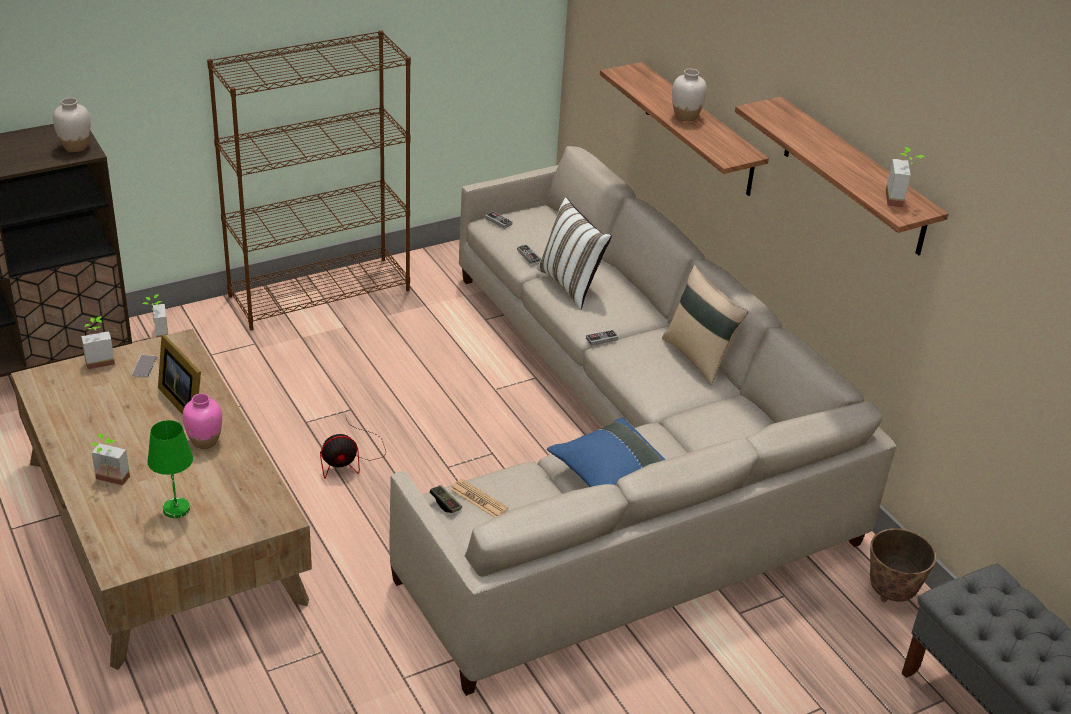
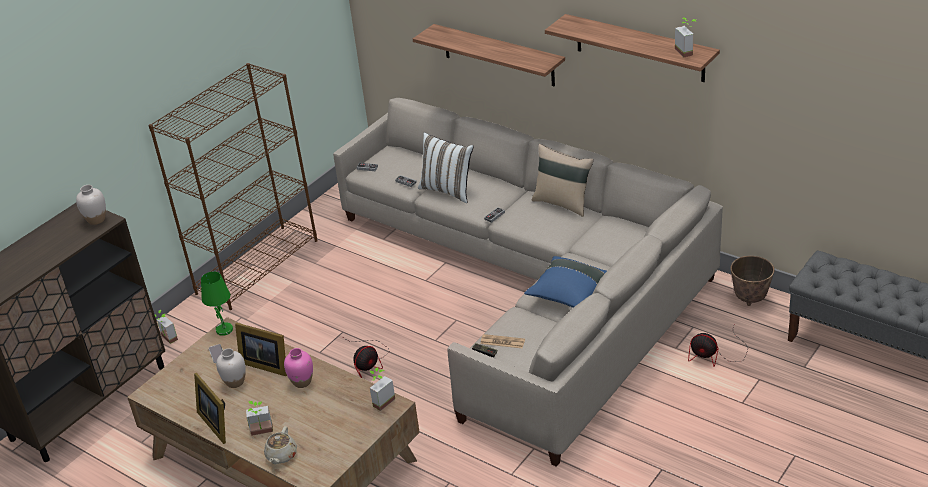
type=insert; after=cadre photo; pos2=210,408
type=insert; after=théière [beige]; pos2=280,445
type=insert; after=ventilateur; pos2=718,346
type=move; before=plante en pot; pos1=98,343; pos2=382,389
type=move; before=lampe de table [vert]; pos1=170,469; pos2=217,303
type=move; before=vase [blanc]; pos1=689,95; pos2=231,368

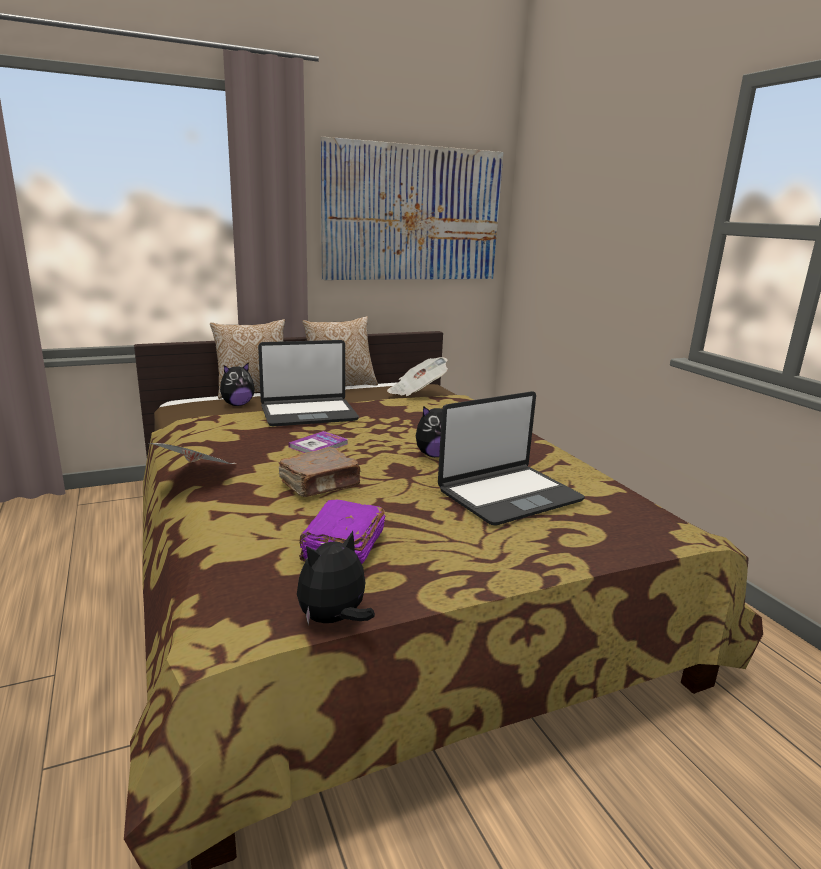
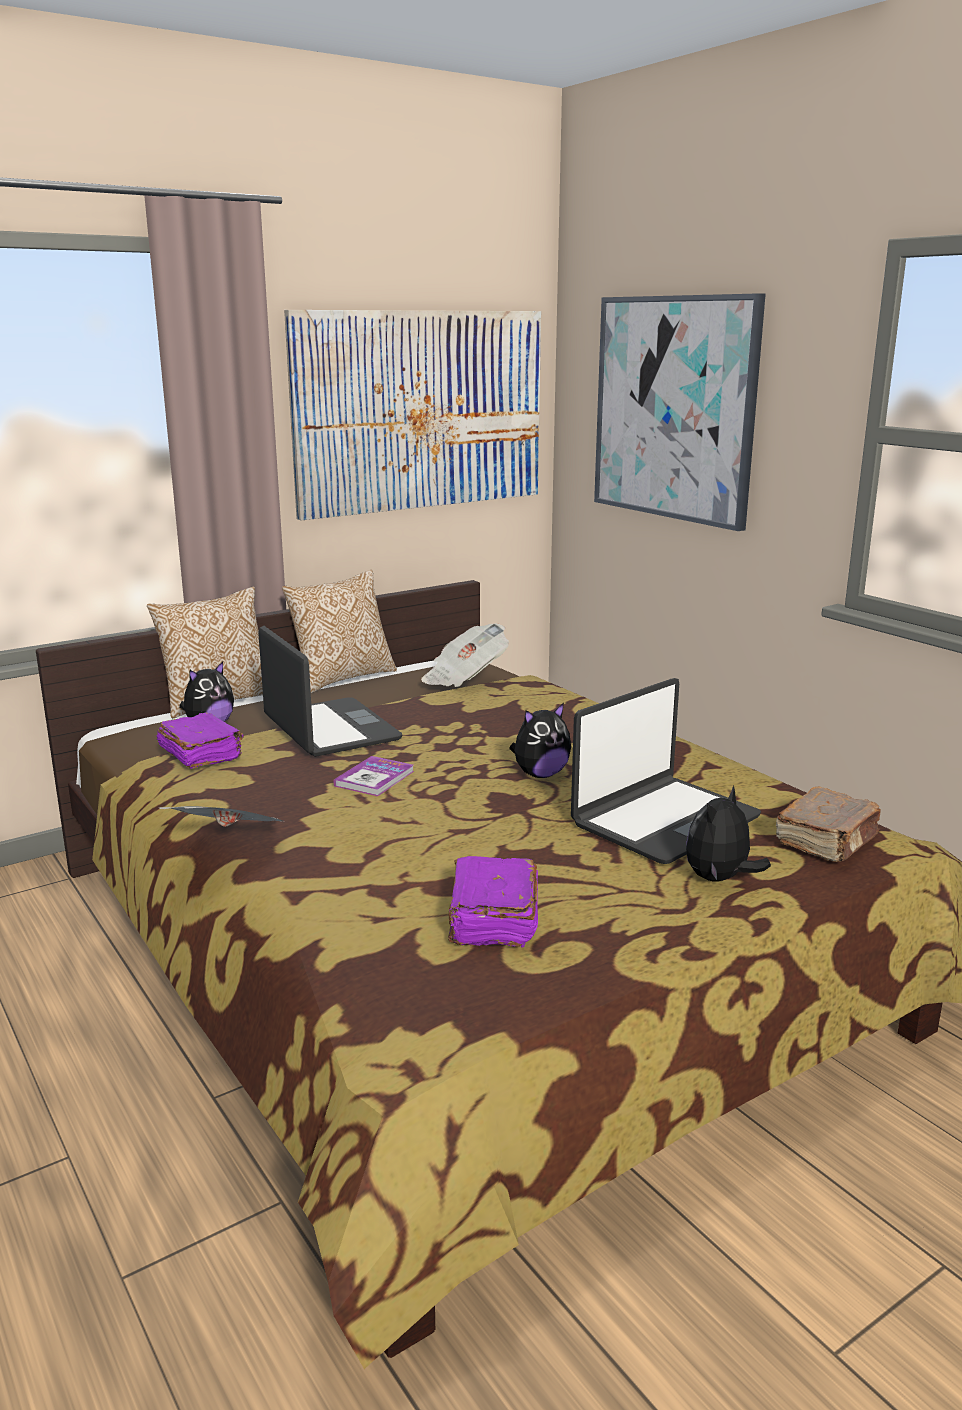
type=insert; after=livre [violet]; pos2=200,740
type=insert; after=tableau; pos2=680,412
type=move; before=livre [marron]; pos1=320,472; pos2=828,824
type=move; before=peluche; pos1=336,578; pos2=728,833
type=rotate; before=ordinateur portable; pos1=308,383; pos2=330,691; turn=-90

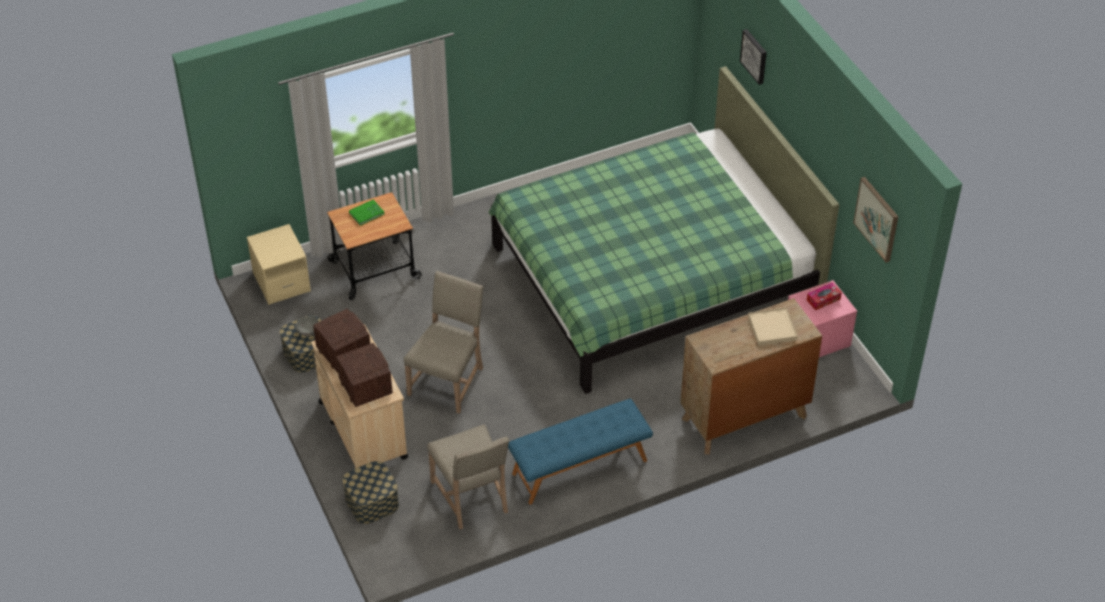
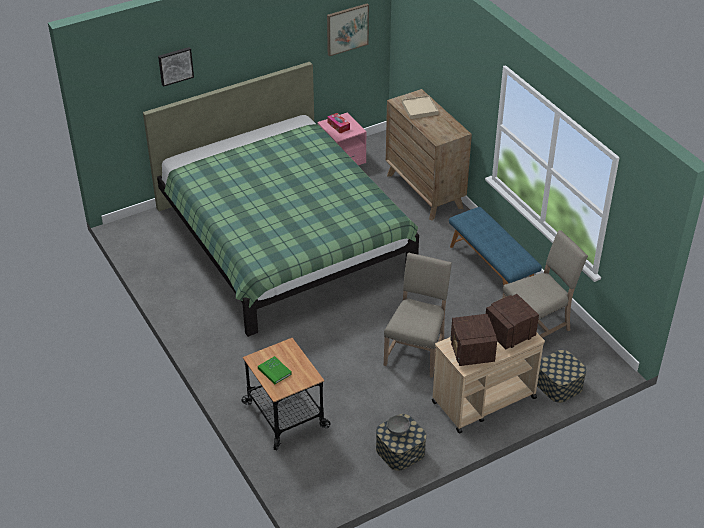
type=delete; before=table de chevet [beige]; pos1=279,264
type=rotate; before=radio; pos1=341,340; pos2=473,340; turn=-60
type=rotate; before=chaise [beige]; pos1=444,342; pos2=418,315; turn=90

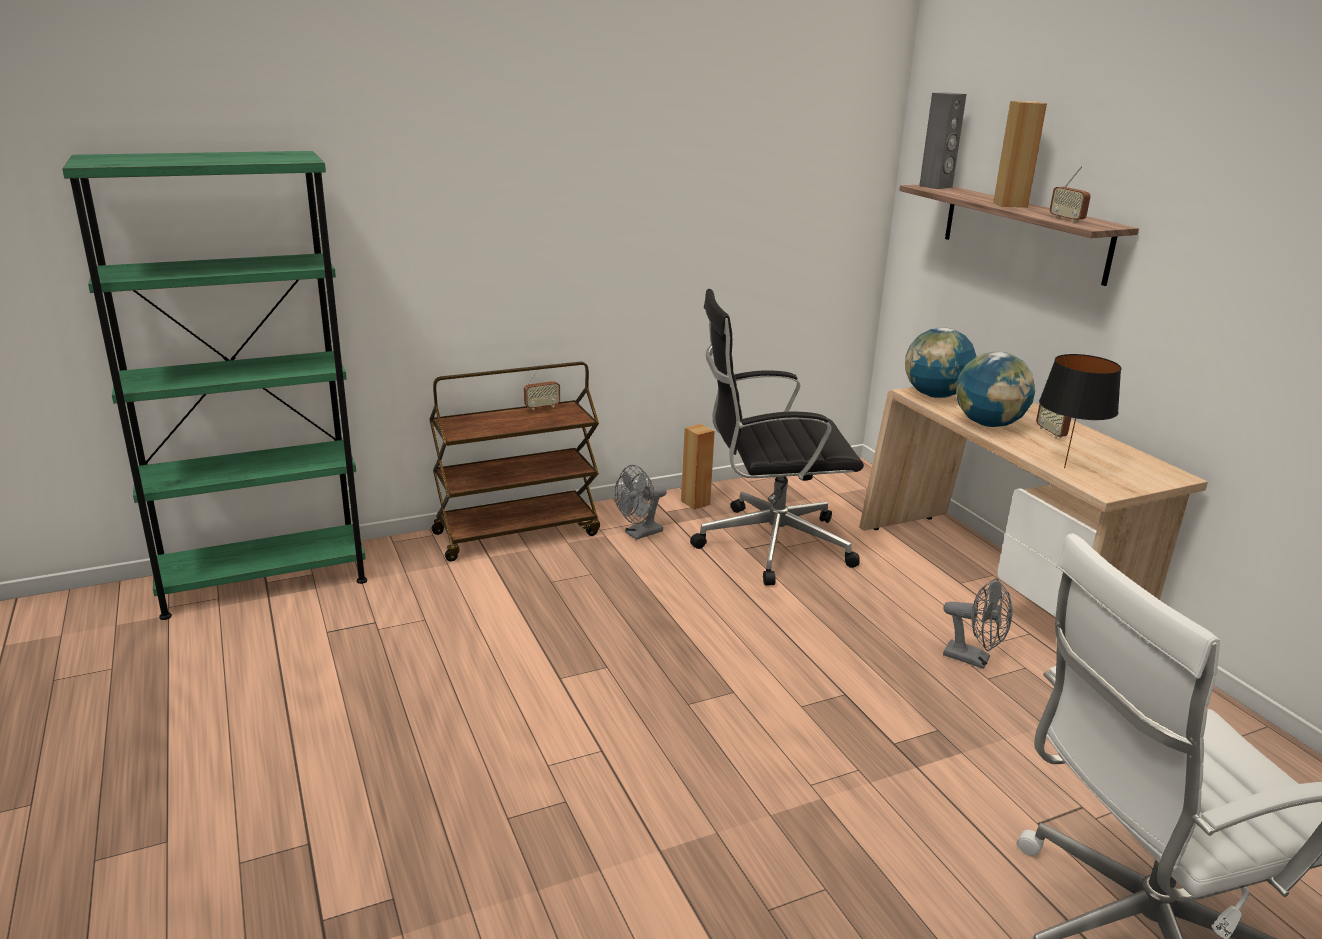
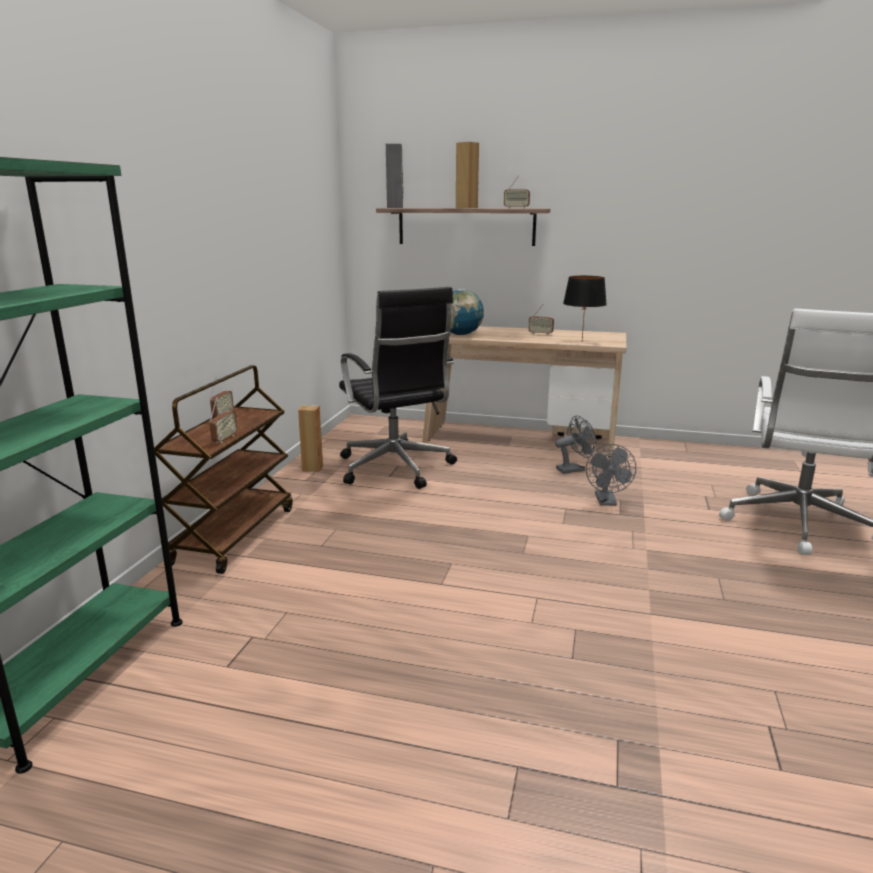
type=delete; before=globe; pos1=995,389
type=insert; after=radio; pos2=223,420
type=move; before=ventilateur [gris]; pos1=640,502; pos2=611,475
type=rotate; before=chaise de bureau [noir]; pos1=777,437; pos2=398,388; turn=-60

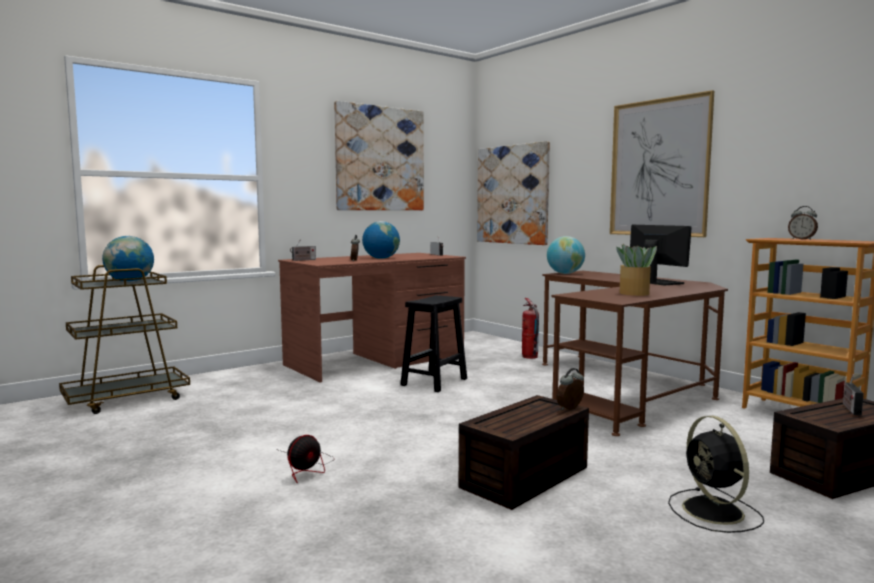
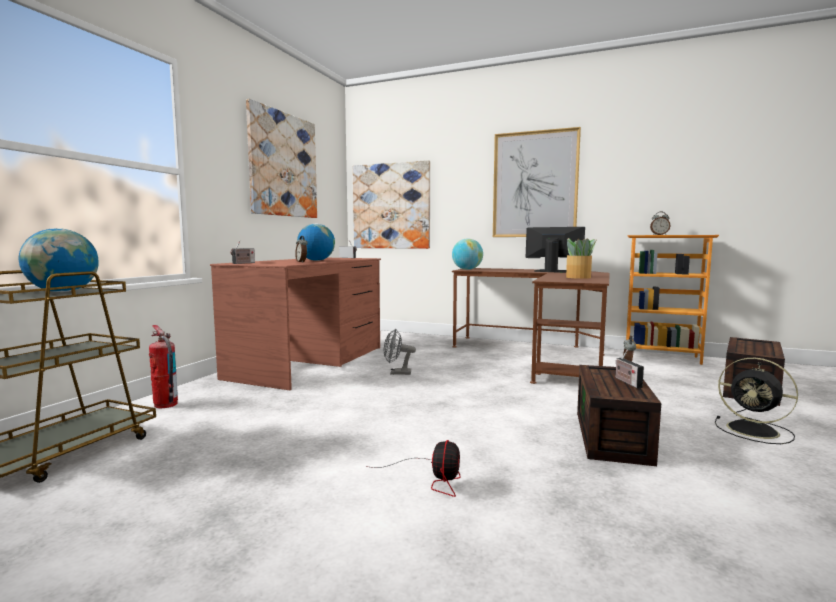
type=move; before=extincteur; pos1=530,328; pos2=163,366
type=move; before=radio; pos1=853,395; pos2=629,369
type=replace; before=tabouret [noir]; after=ventilateur [gris]; pos1=433,343; pos2=400,352

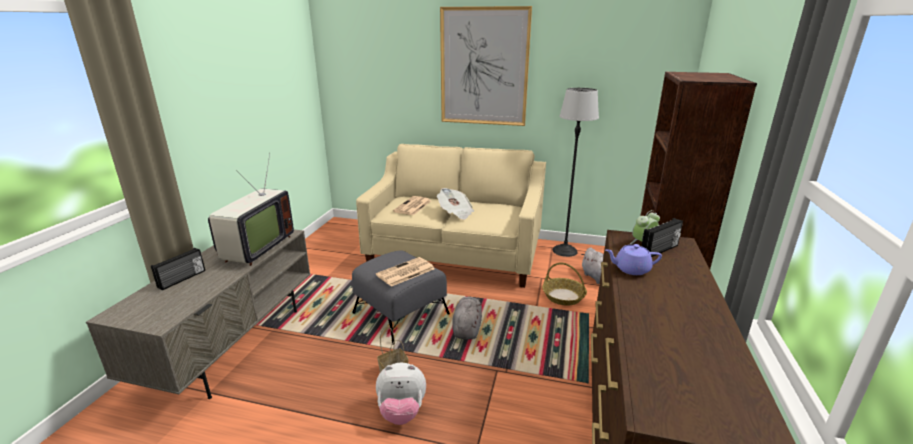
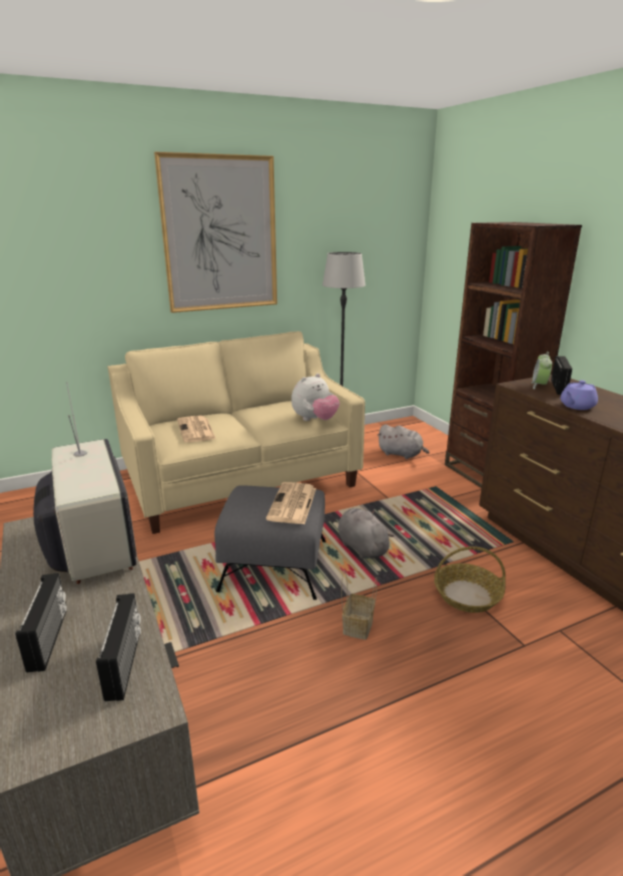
type=delete; before=journal; pos1=455,204
type=insert; after=radio; pos2=118,647
type=move; before=peluche; pos1=401,394; pos2=315,397
type=move; before=panier; pos1=564,284; pos2=470,579

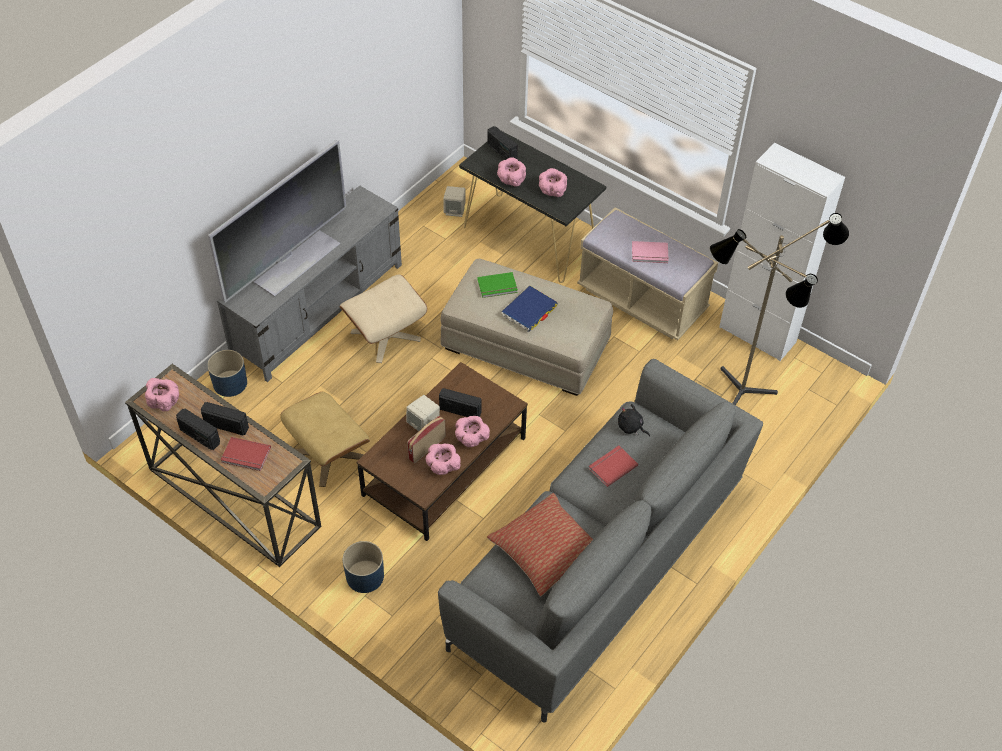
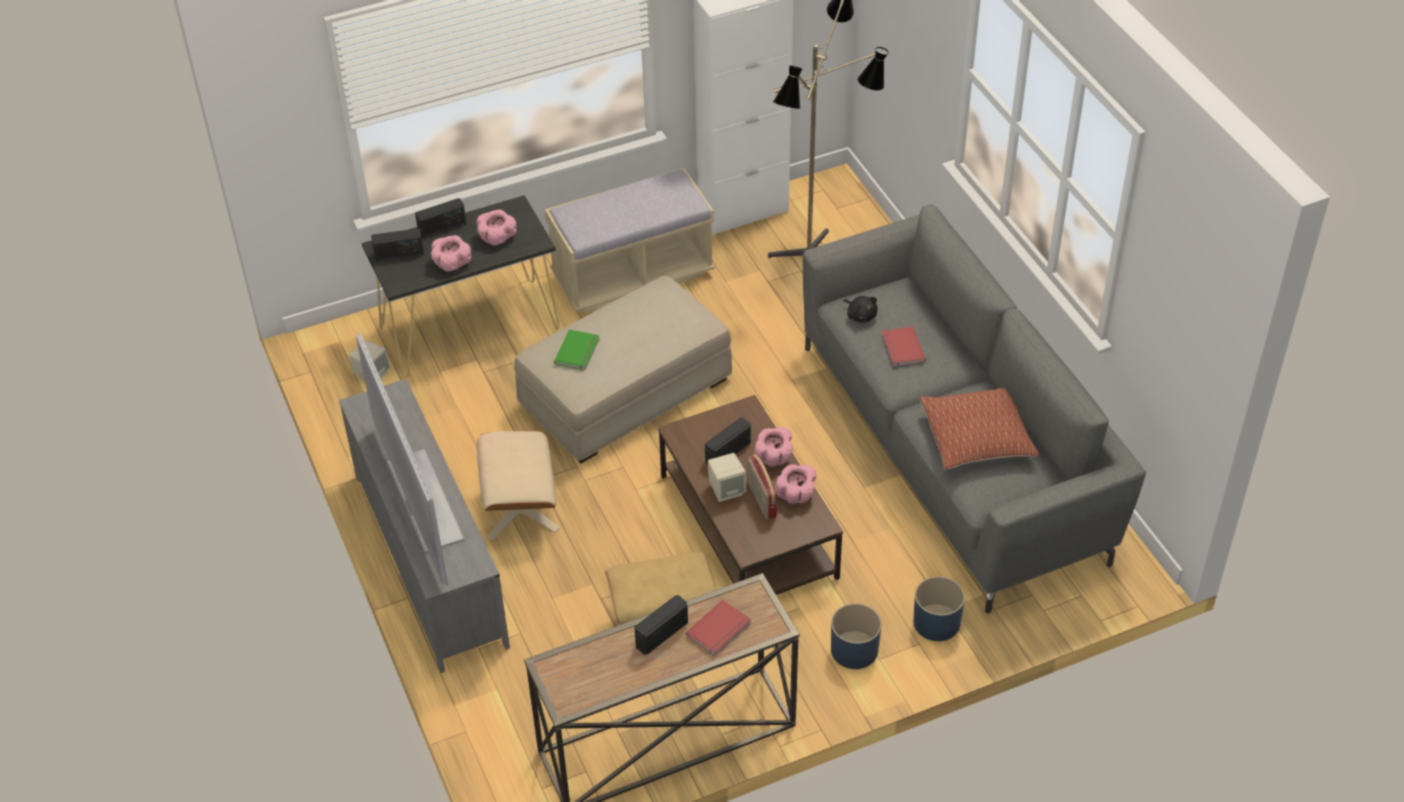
type=delete; before=bol [rose]; pos1=162,394
type=delete; before=livre [bleu]; pos1=529,309
type=delete; before=livre [rose]; pos1=650,252
type=move; before=radio; pos1=198,429; pos2=440,218
type=move; before=cache-pot [bleu]; pos1=227,373; pos2=939,608
type=rotate; before=peluche [noir]; pos1=634,420; pos2=861,309; turn=-105

